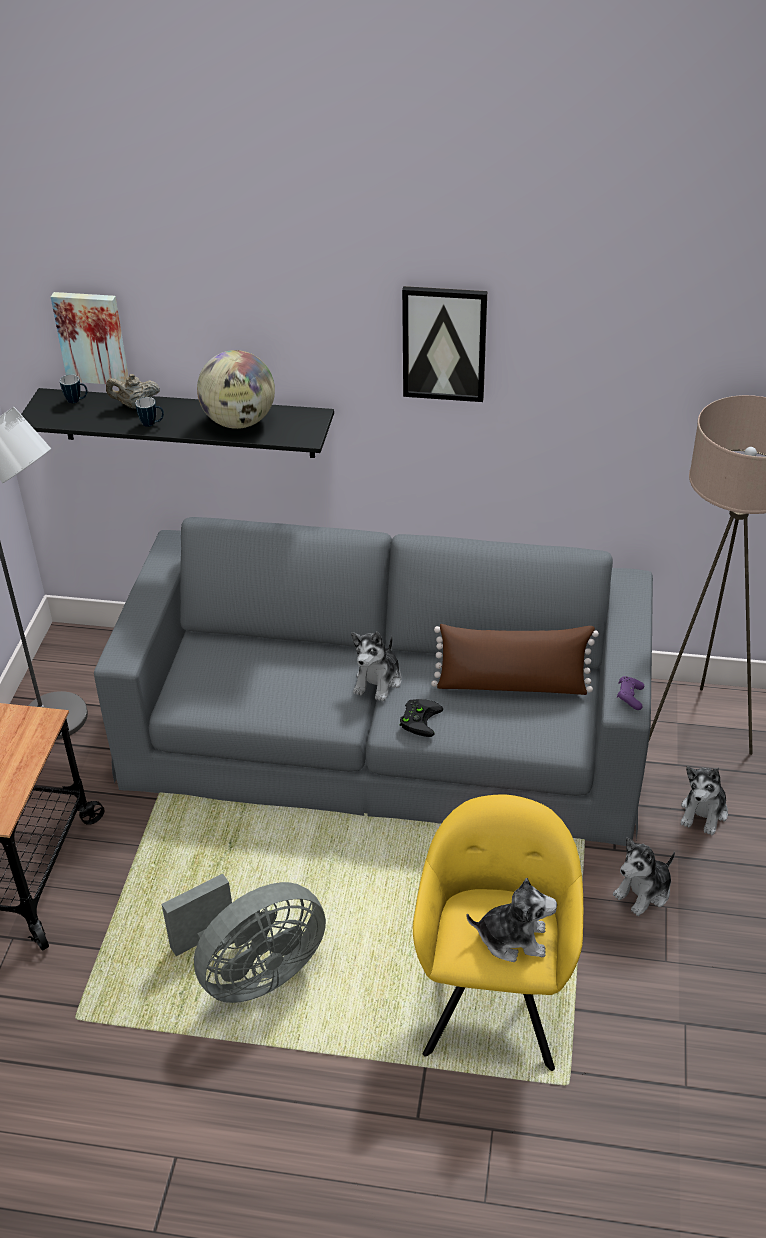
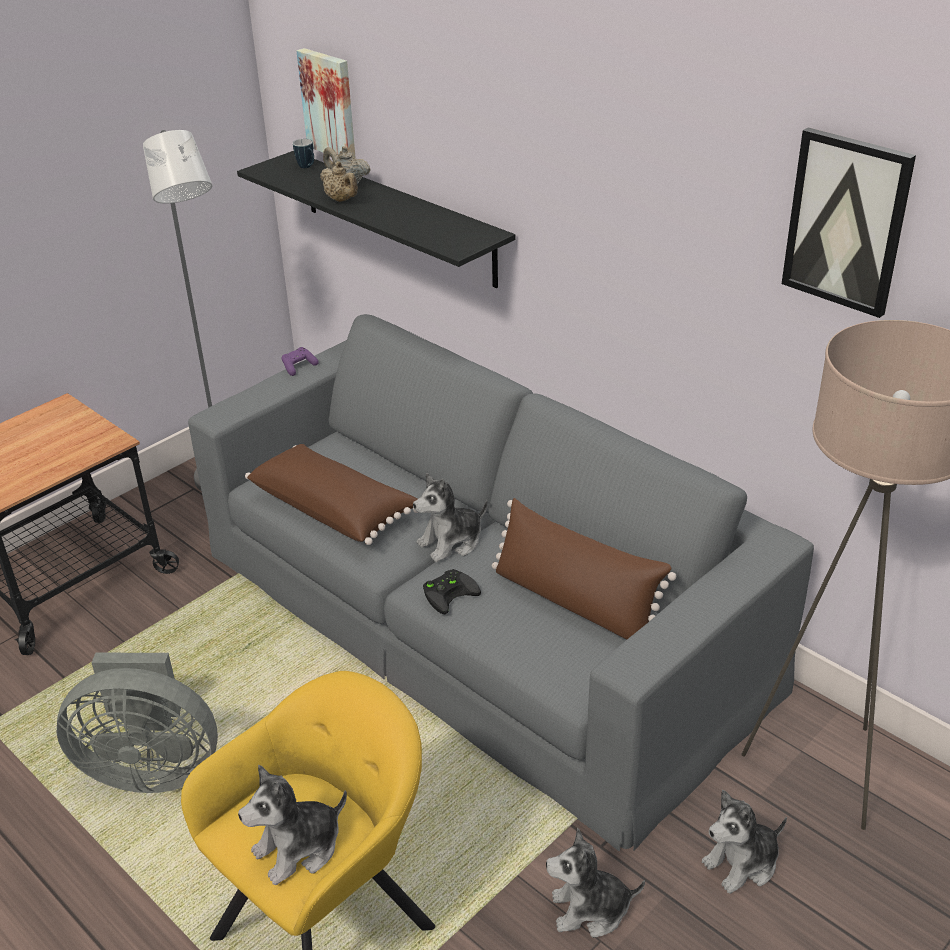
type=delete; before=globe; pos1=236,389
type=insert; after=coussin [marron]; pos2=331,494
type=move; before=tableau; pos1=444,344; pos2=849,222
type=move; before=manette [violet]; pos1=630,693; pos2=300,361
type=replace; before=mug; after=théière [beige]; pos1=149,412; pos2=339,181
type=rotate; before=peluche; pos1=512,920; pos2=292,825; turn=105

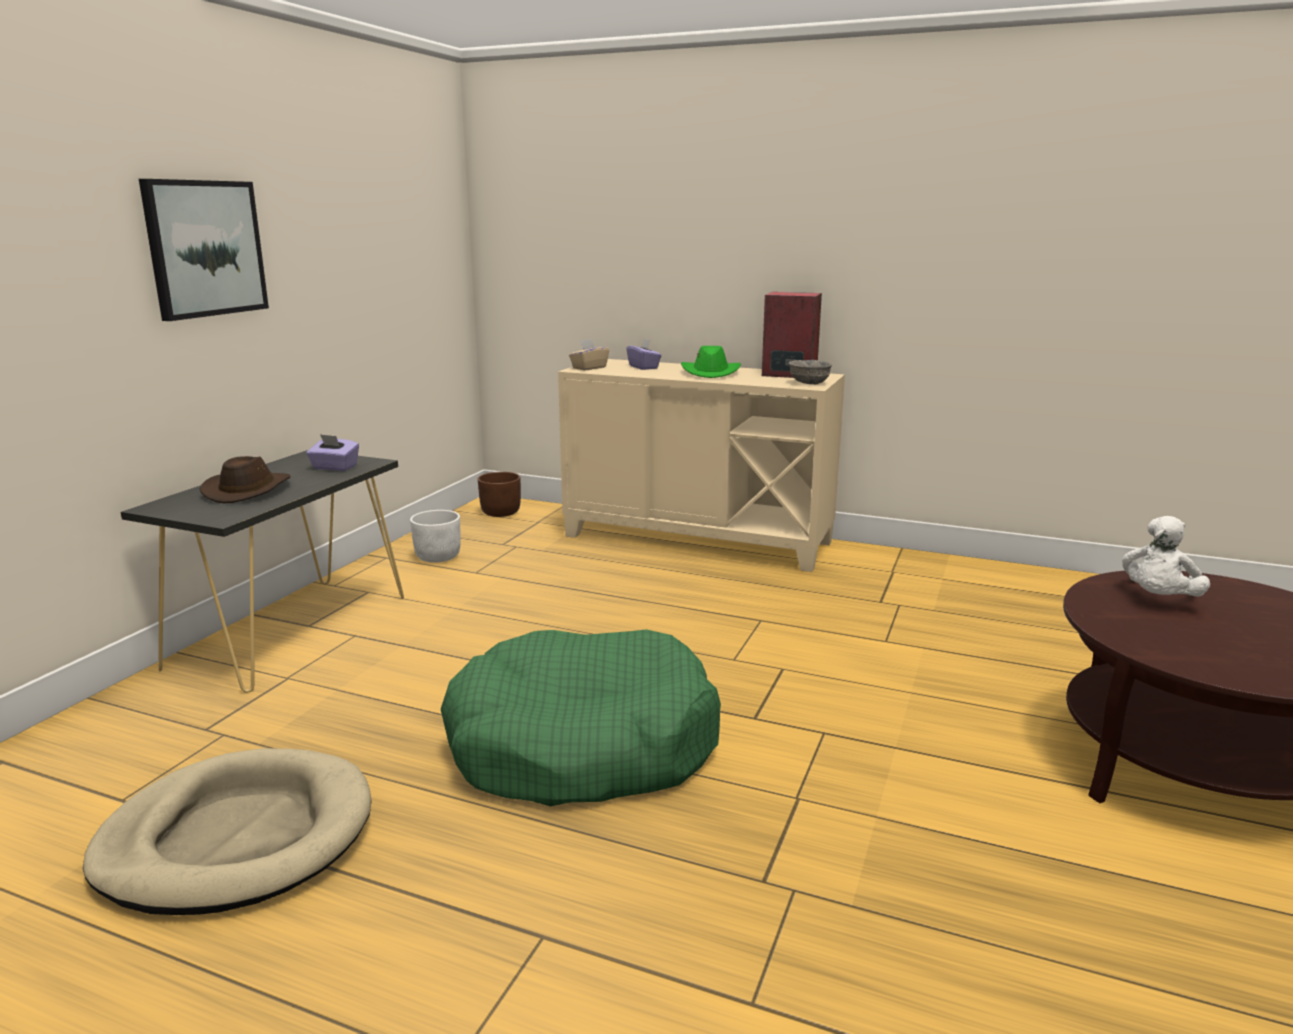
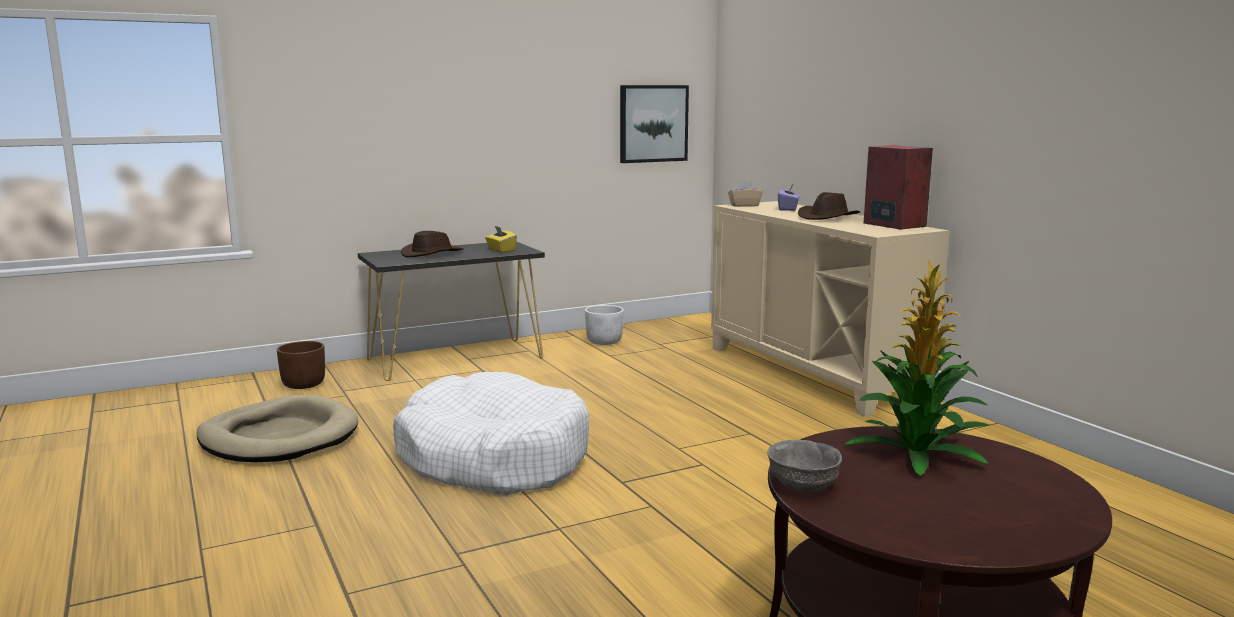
type=move; before=tableau; pos1=204,250; pos2=654,124
type=move; before=cache-pot [marron]; pos1=499,494; pos2=301,365
type=move; before=bol [gris]; pos1=810,372; pos2=804,466
type=replace; before=peluche [blanc]; after=plante en pot; pos1=1166,556; pos2=917,368
type=recolor; before=boîte à mouchoirs [violet]; after=boîte à mouchoirs [jaune]; pos1=332,452; pos2=501,239
type=recolor; before=panier pour chien [vert]; after=panier pour chien [blanc]; pos1=581,717; pos2=491,433
type=recolor; before=chapeau [vert]; after=chapeau [marron]; pos1=711,362; pos2=829,206

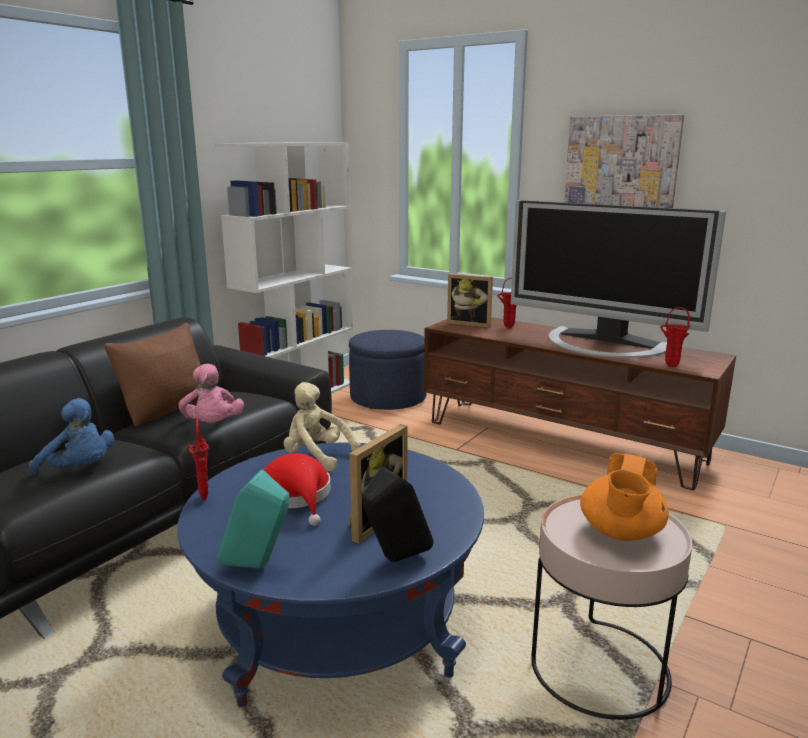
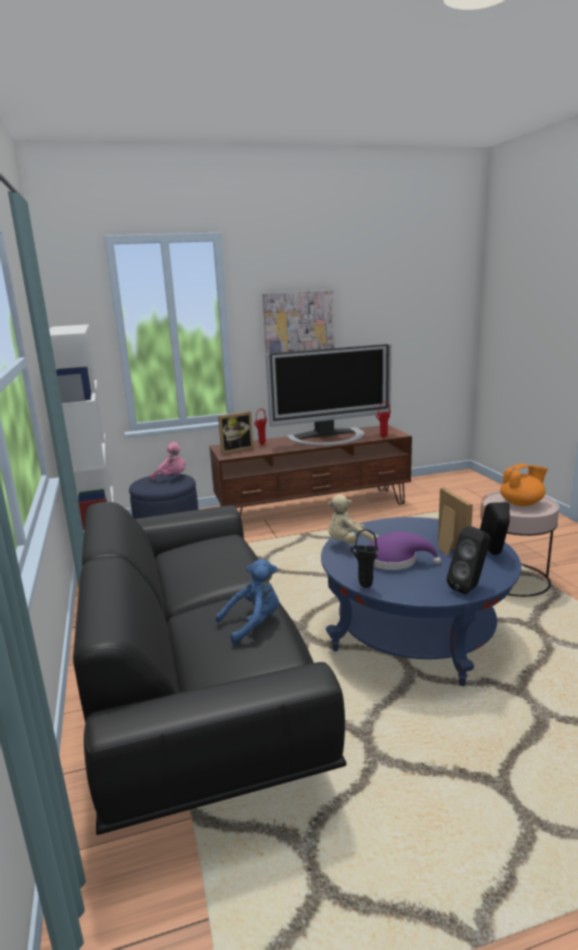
type=delete; before=coussin [marron]; pos1=152,374
type=move; before=peluche [rose]; pos1=211,393; pos2=167,461
type=recolor; before=vase [rouge]; after=vase [noir]; pos1=198,460; pos2=364,558
type=recolor; before=enceinte [turquoise]; after=enceinte [noir]; pos1=253,518; pos2=468,560
type=recolor; before=chapeau [rouge]; after=chapeau [violet]; pos1=297,489; pos2=405,551
type=rotate; before=théière [orange]; pos1=624,497; pos2=524,485; turn=-75

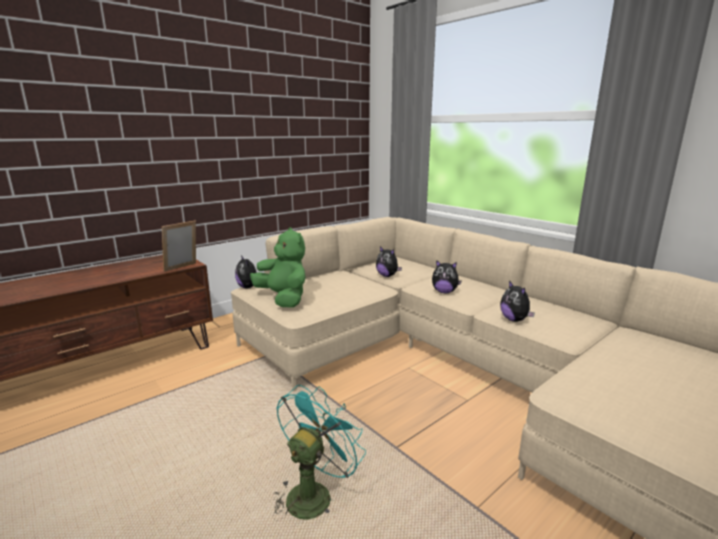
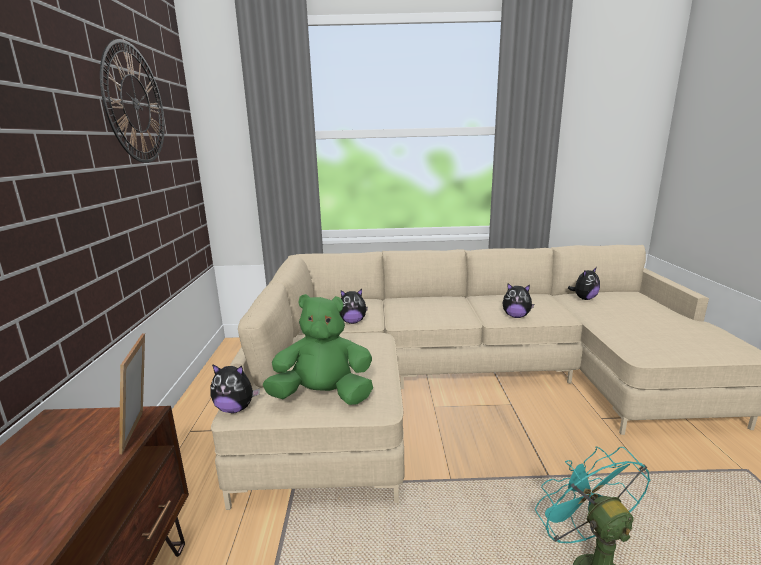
type=insert; after=horloge murale; pos2=132,101
type=move; before=peluche; pos1=447,276; pos2=584,283

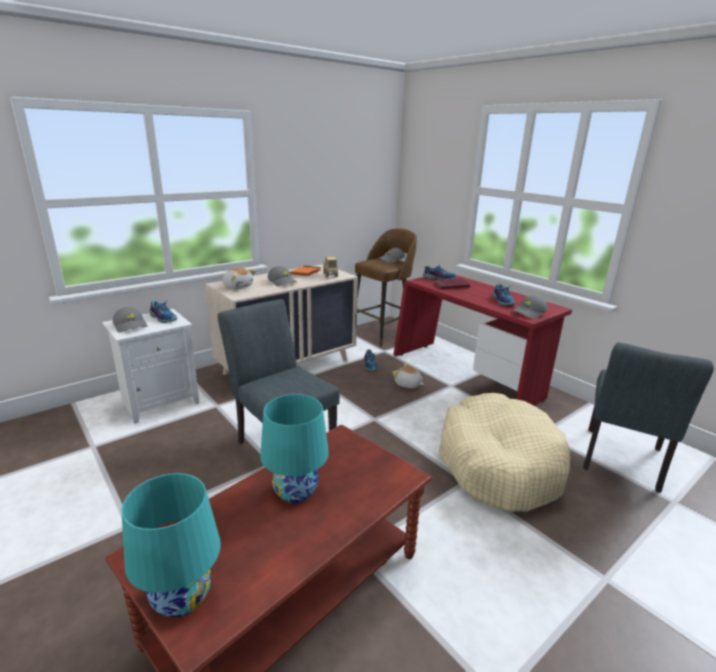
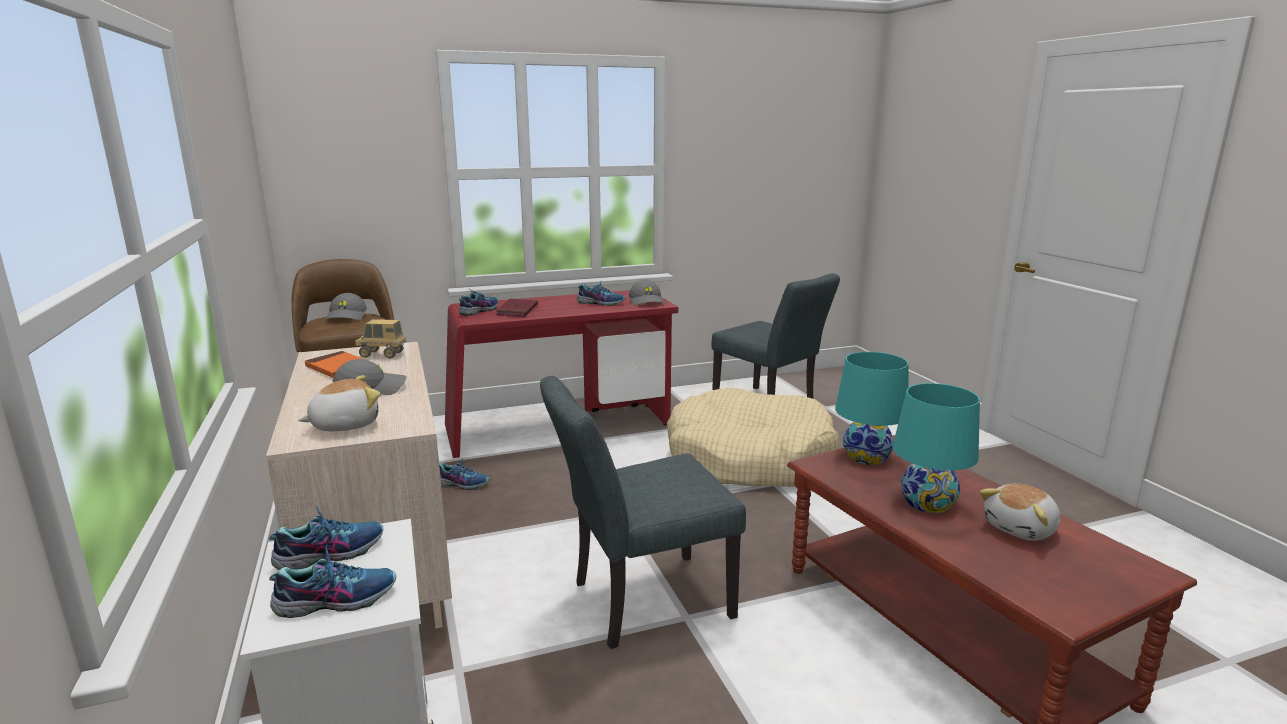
type=move; before=lampe de table [turquoise]; pos1=171,545; pos2=871,408
type=move; before=peluche; pos1=408,375; pos2=1020,512
type=replace; before=casquette [gris]; after=chaussure; pos1=130,319; pos2=332,581

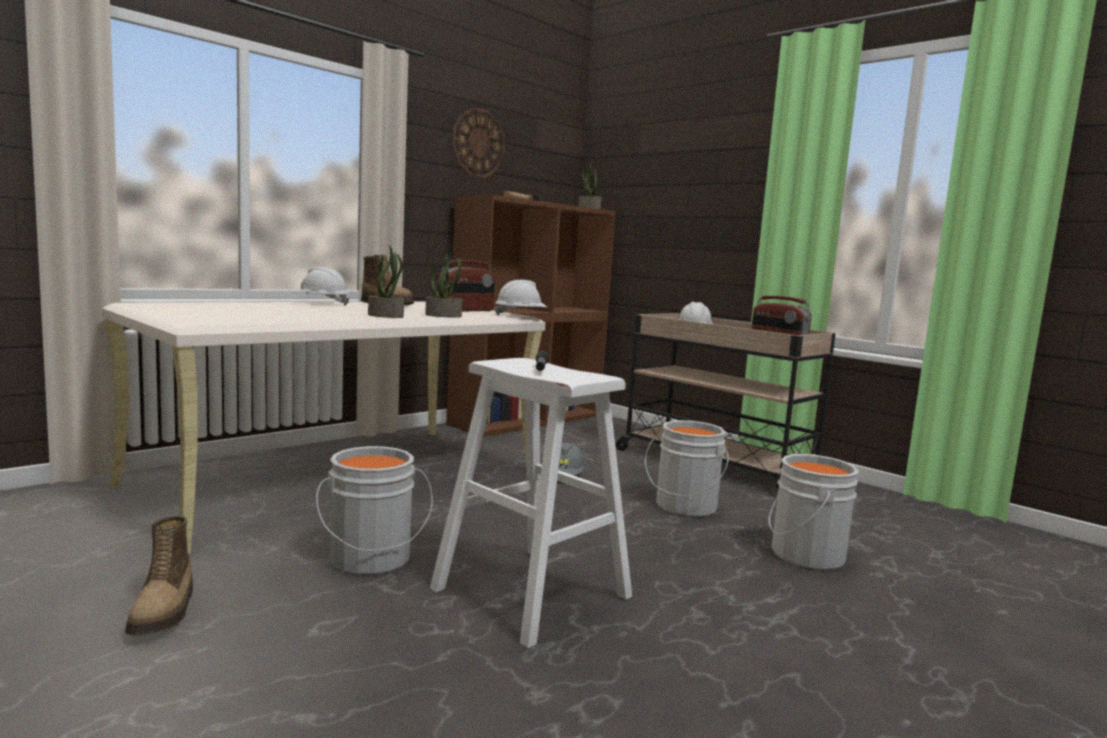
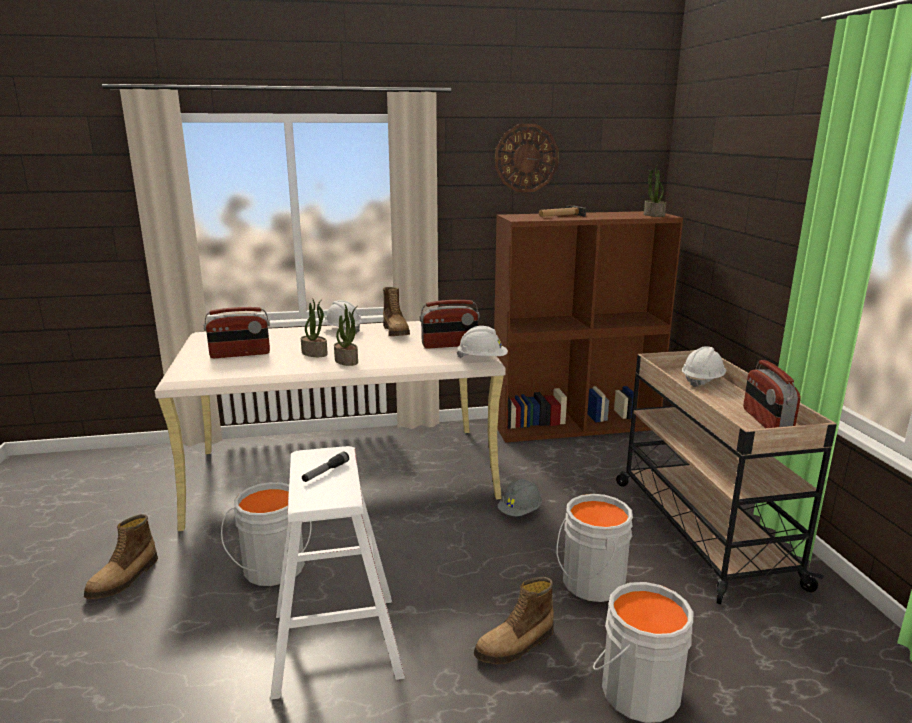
type=insert; after=radio; pos2=237,332
type=insert; after=botte; pos2=514,620
type=move; before=plante en pot; pos1=443,283; pos2=314,327

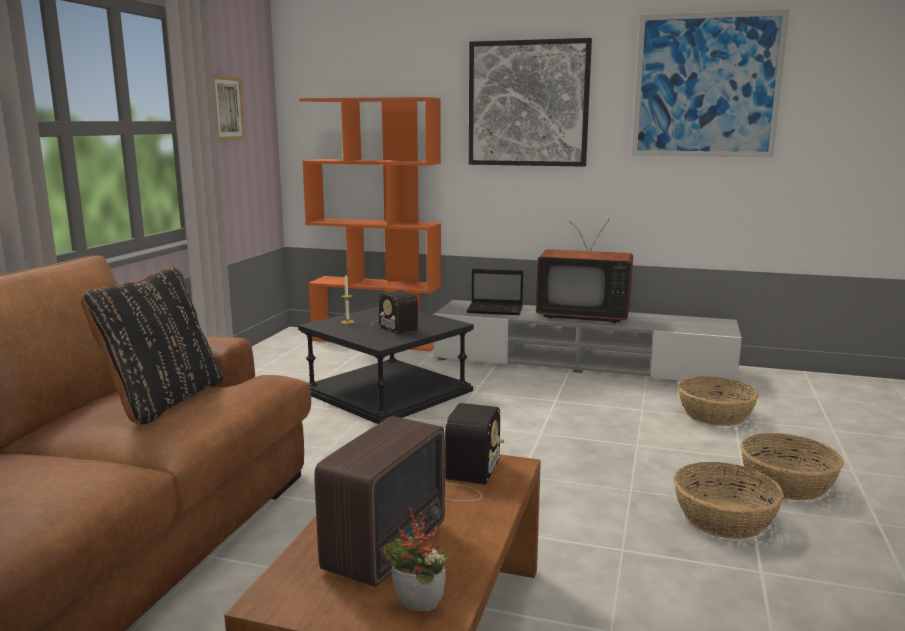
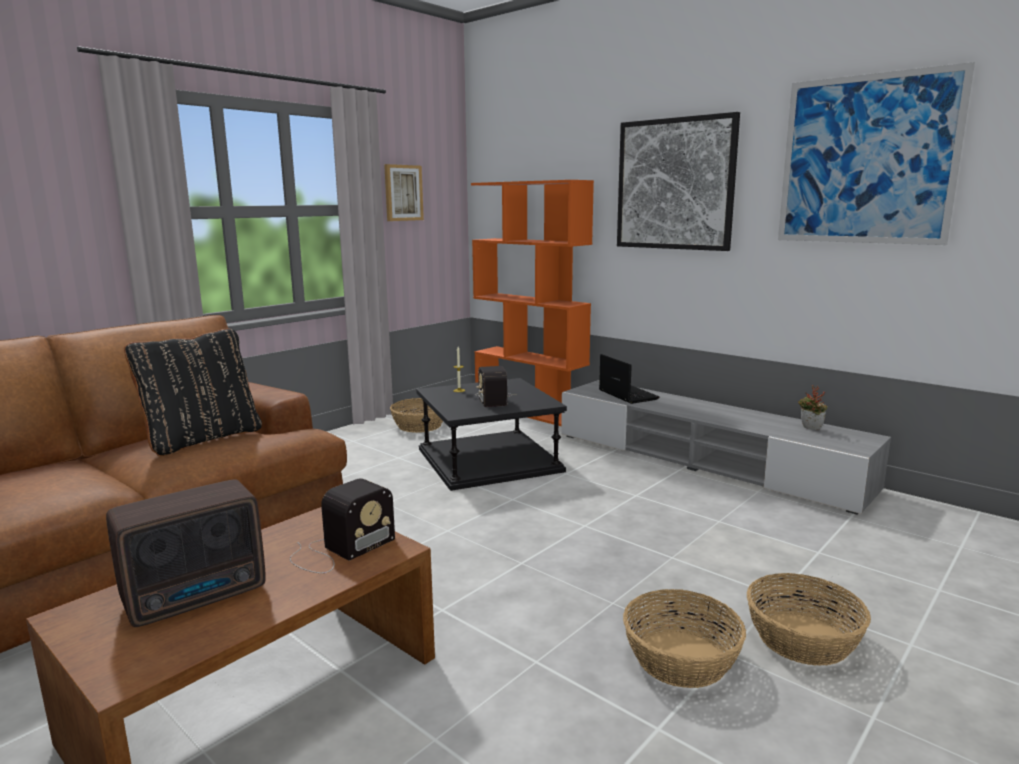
type=delete; before=téléviseur; pos1=584,271
type=move; before=plante en pot; pos1=415,559; pos2=813,407
type=move; before=panier; pos1=718,401; pos2=416,415
type=rotate; before=ordinateur portable; pos1=495,292; pos2=629,379; turn=-150

